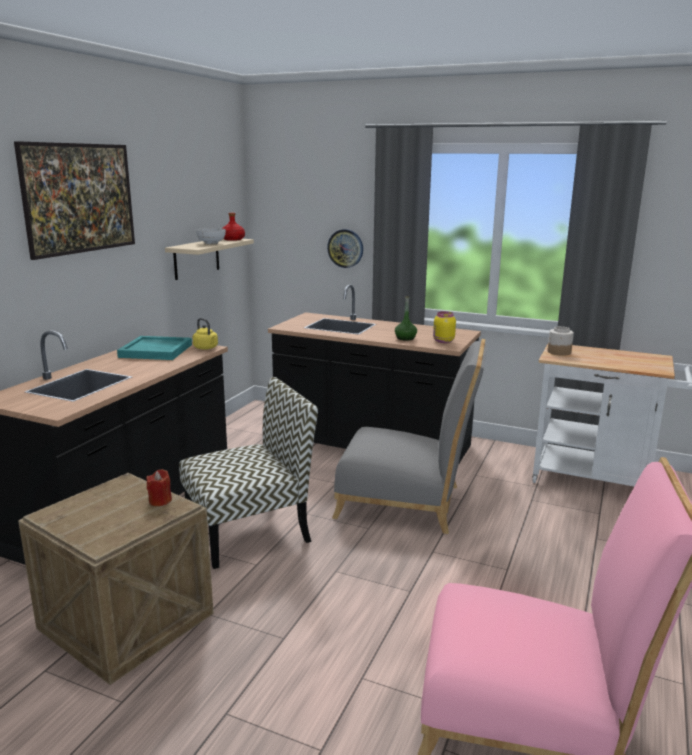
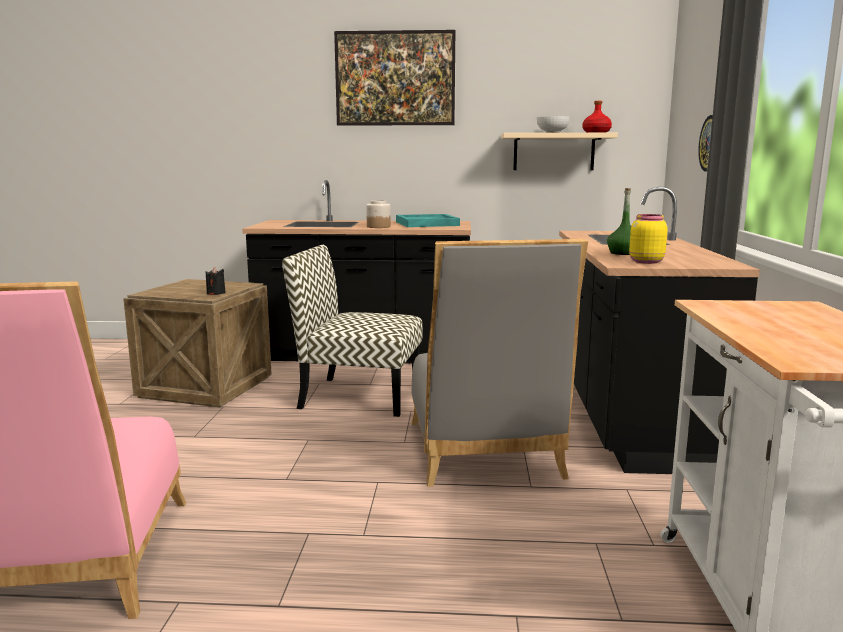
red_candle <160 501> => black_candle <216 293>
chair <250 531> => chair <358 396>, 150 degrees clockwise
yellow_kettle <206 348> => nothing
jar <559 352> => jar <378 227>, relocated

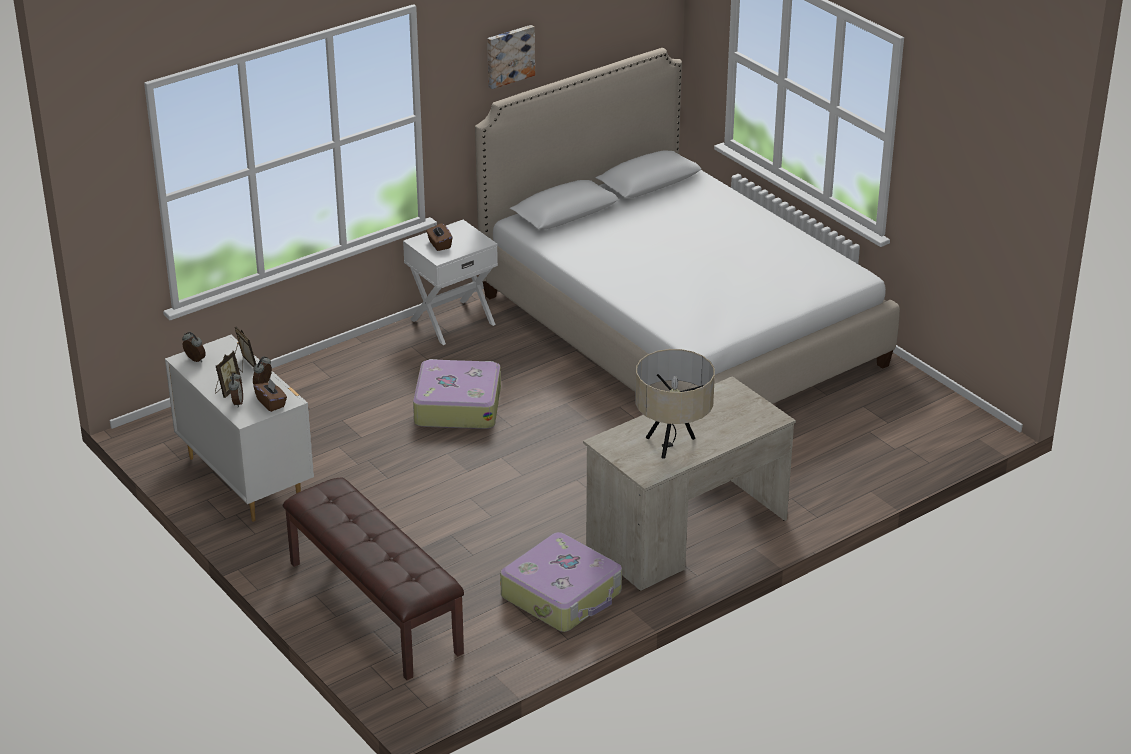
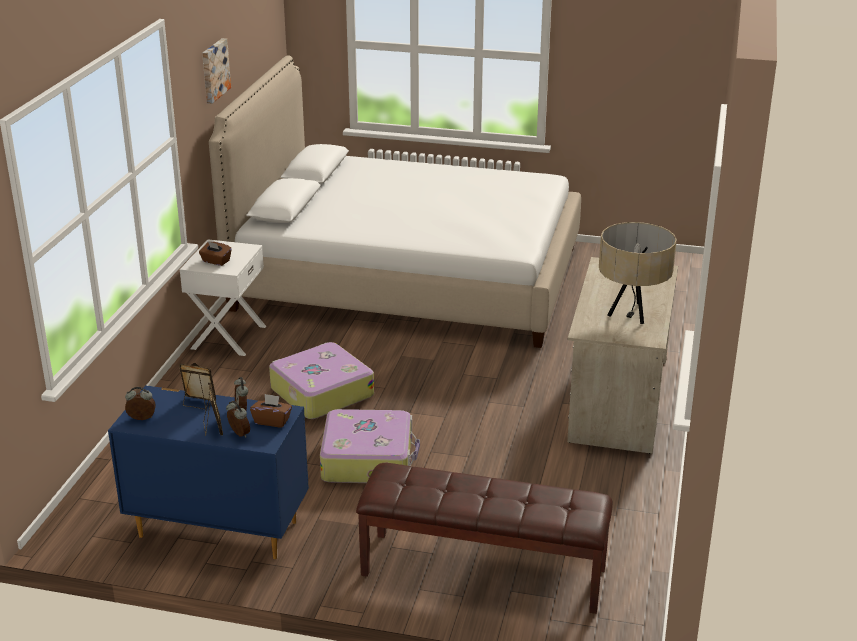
white_dresser <245 478> => blue_dresser <217 528>
suitcase <563 595> => suitcase <368 459>, relocated

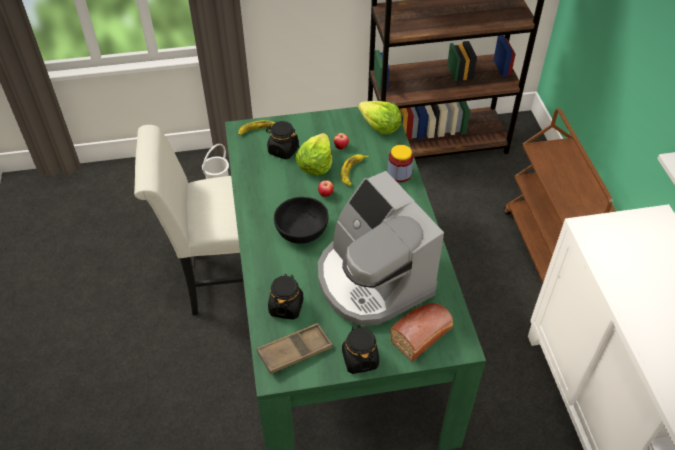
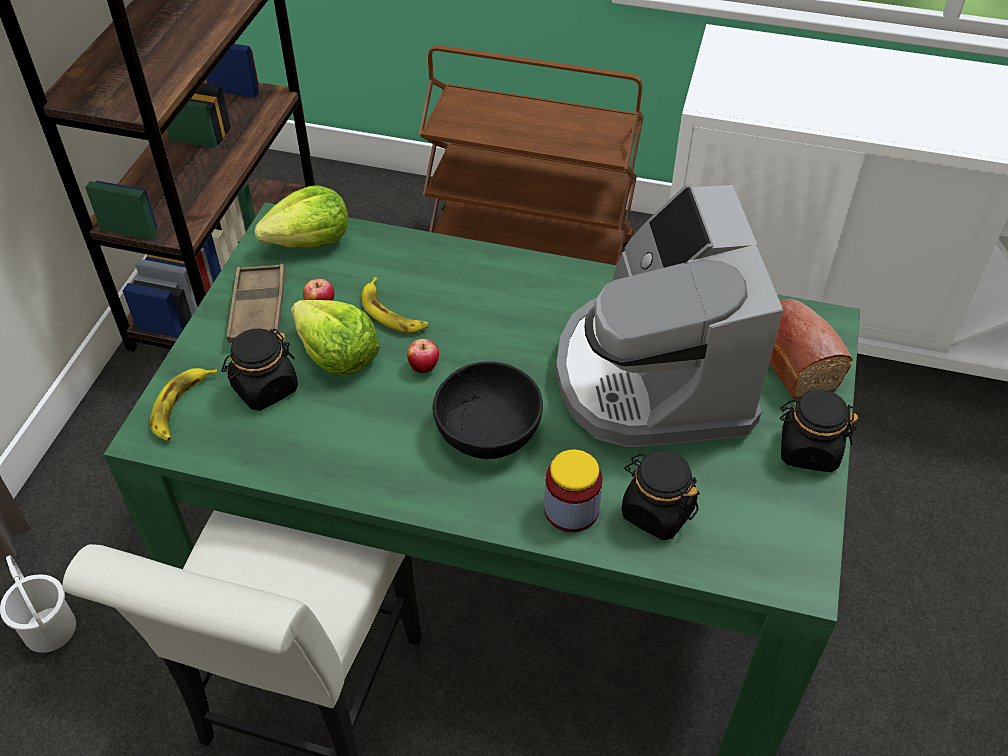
brown_tray <295 351> => brown_tray <258 309>, relocated
coffee_machine <372 280> => coffee_machine <653 376>, 90 degrees clockwise
jar <399 174> => jar <571 510>, relocated

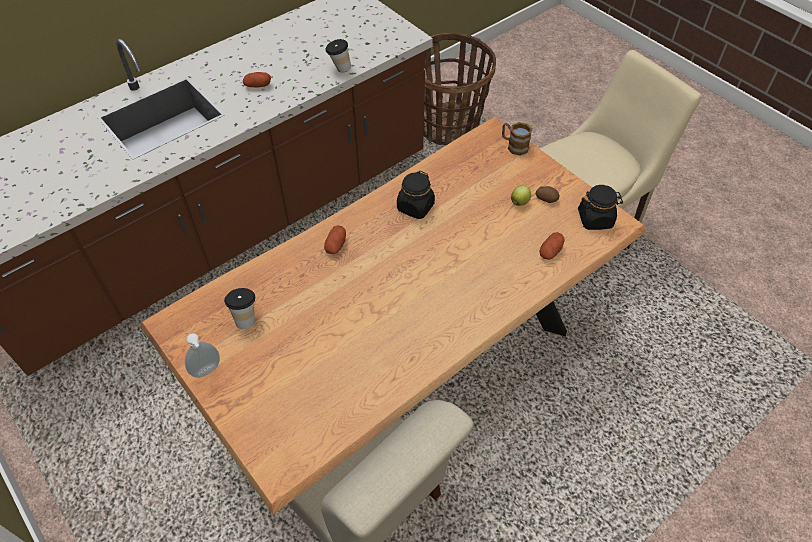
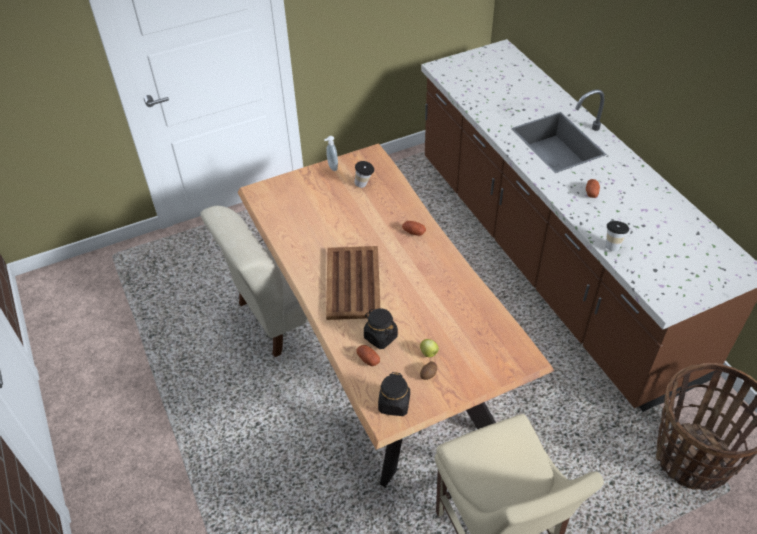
black_jar <415 207> => black_jar <380 337>, relocated
mug <514 146> => nothing
nothing => brown_tray <352 284>

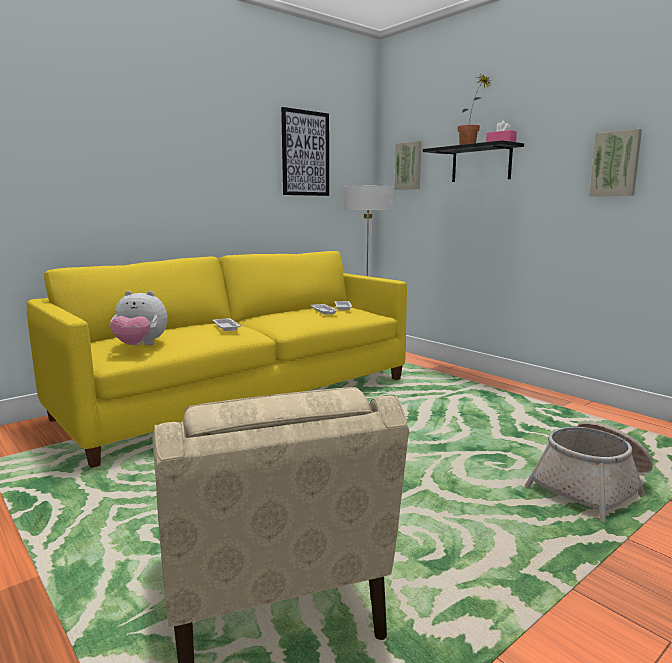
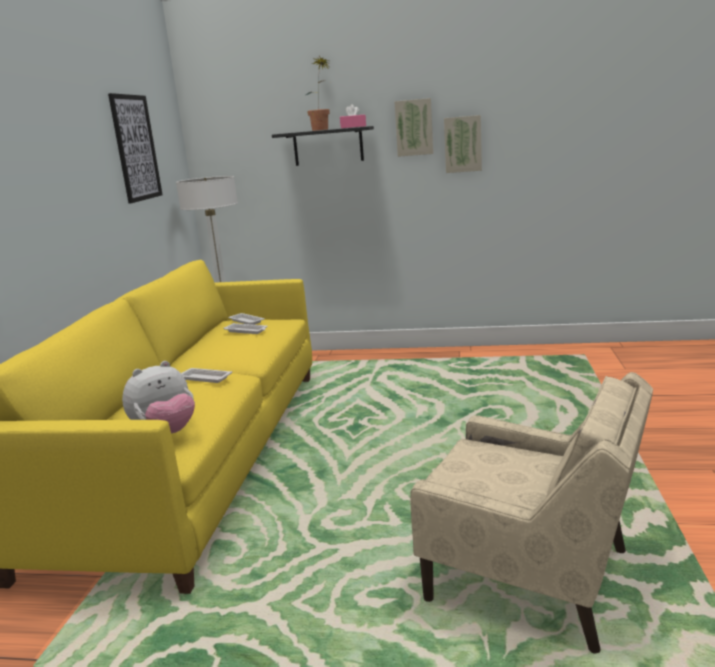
picture <409 166> => picture <414 127>, relocated
basket <592 487> => nothing

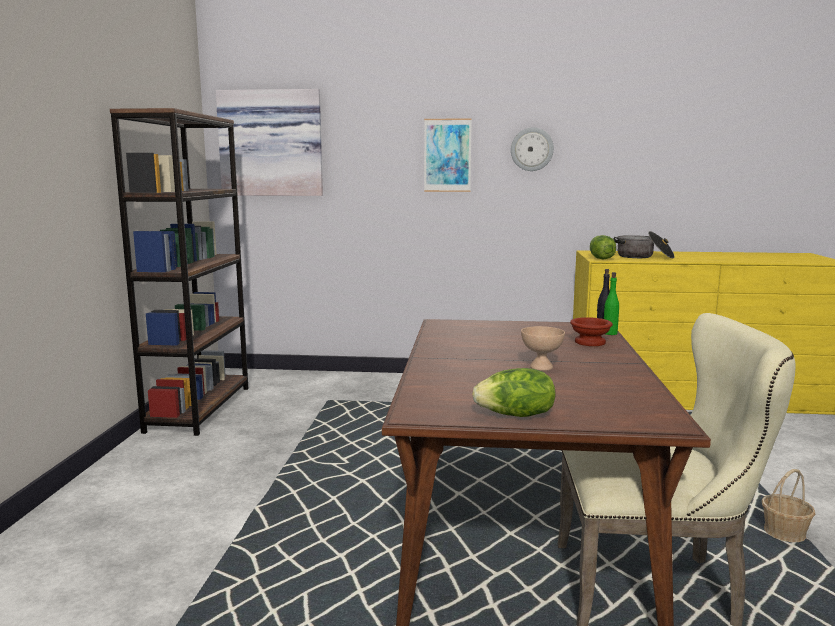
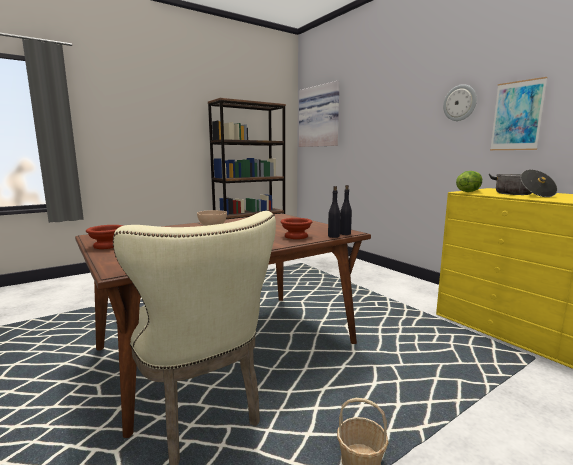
picture <447 155> => picture <517 116>, relocated
lettuce <516 415> => brown_bowl <107 246>
green_bottle <610 333> => black_bottle <334 236>

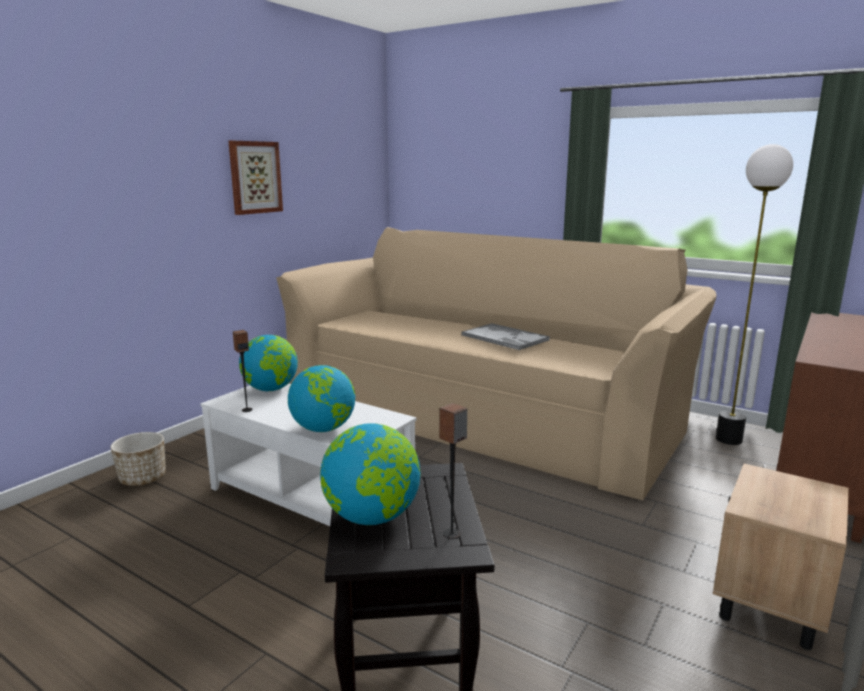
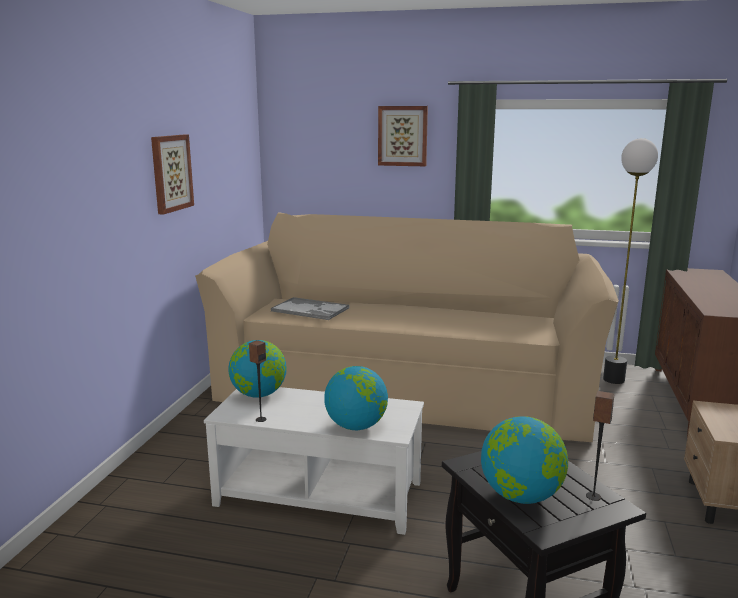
planter <143 478> => nothing
tray <505 338> => tray <311 310>, relocated
nothing => picture <402 136>

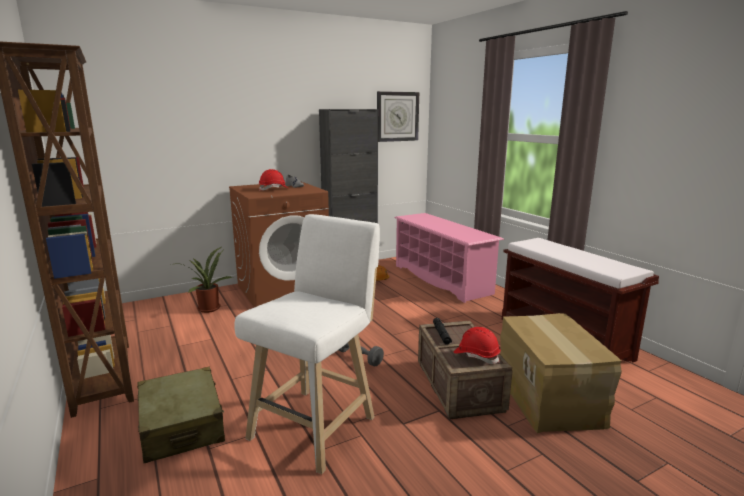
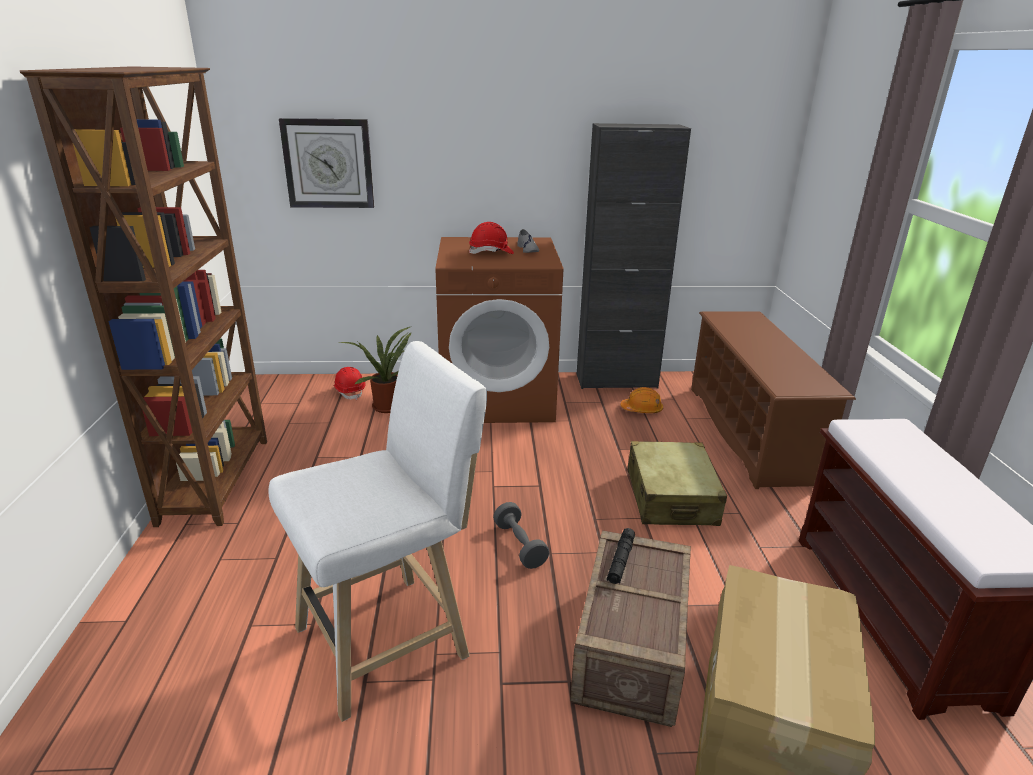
beige_suitcase <182 426> => beige_suitcase <671 497>, relocated
wall_clock <397 116> => wall_clock <328 163>, relocated
pink_shoe_rack <441 279> => brown_shoe_rack <749 432>
red_hard_hat <476 355> => red_hard_hat <350 391>, relocated

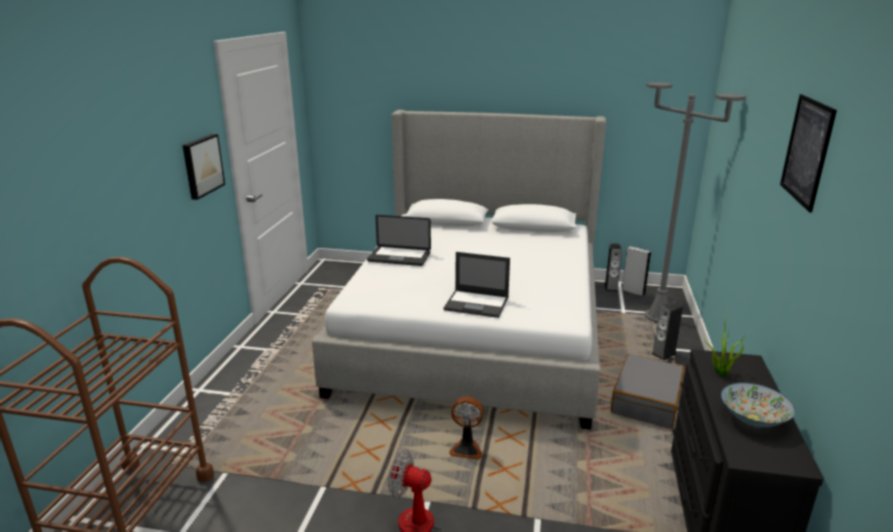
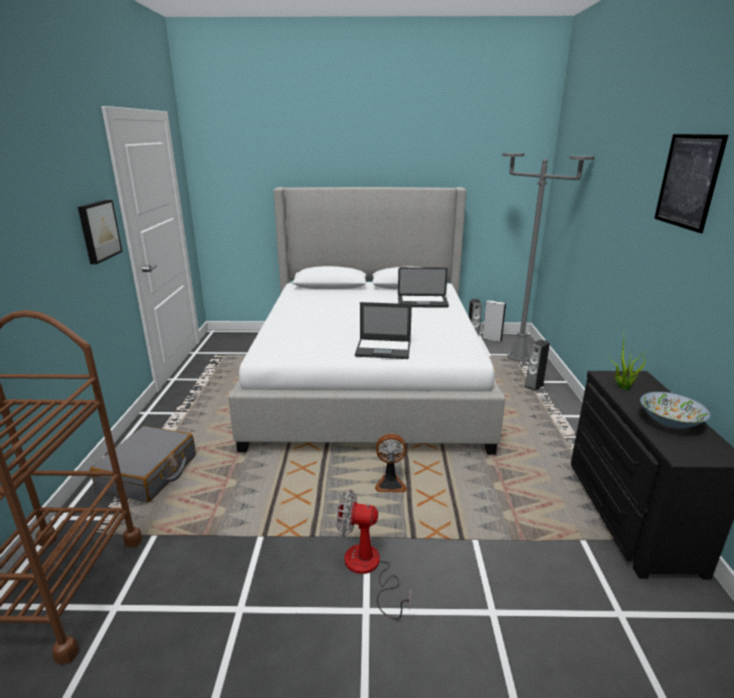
laptop <399 257> => laptop <422 302>, relocated
grey_suitcase <647 401> => grey_suitcase <149 473>, relocated

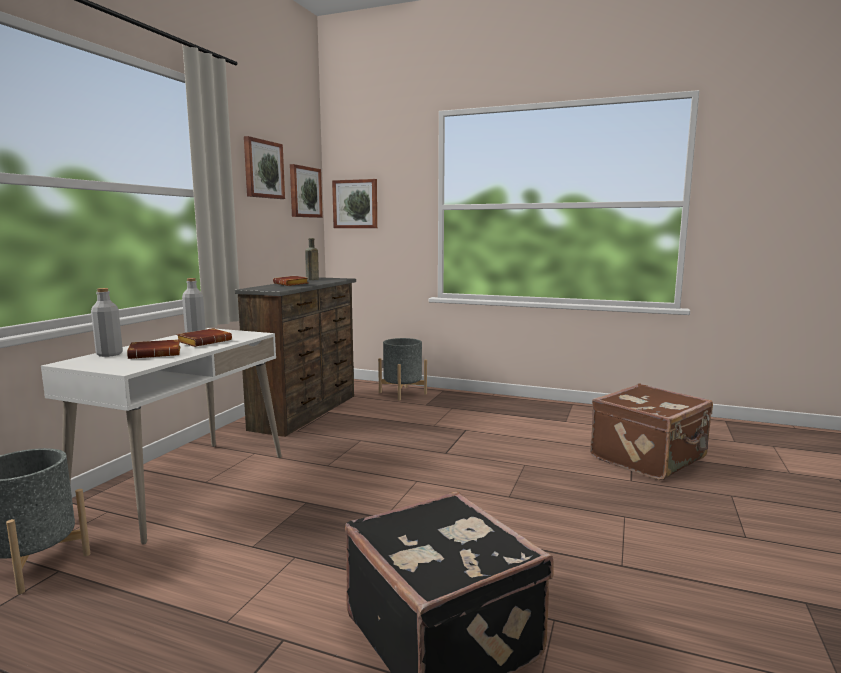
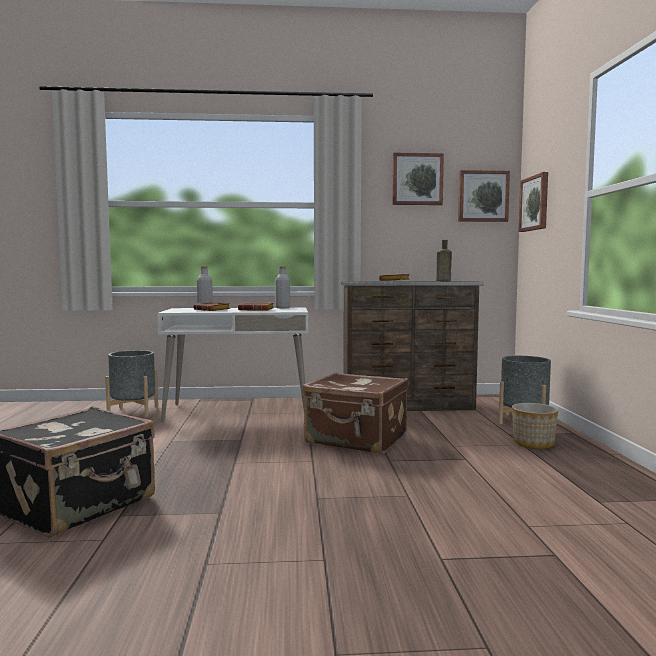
brown_suitcase <650 458> => brown_suitcase <356 440>, relocated
nothing => planter <533 443>

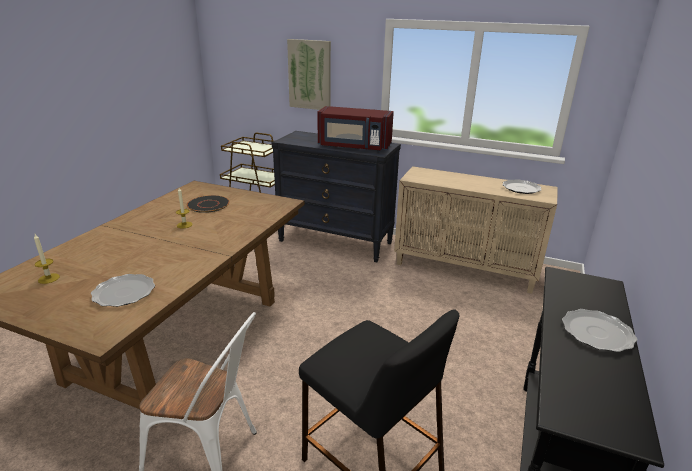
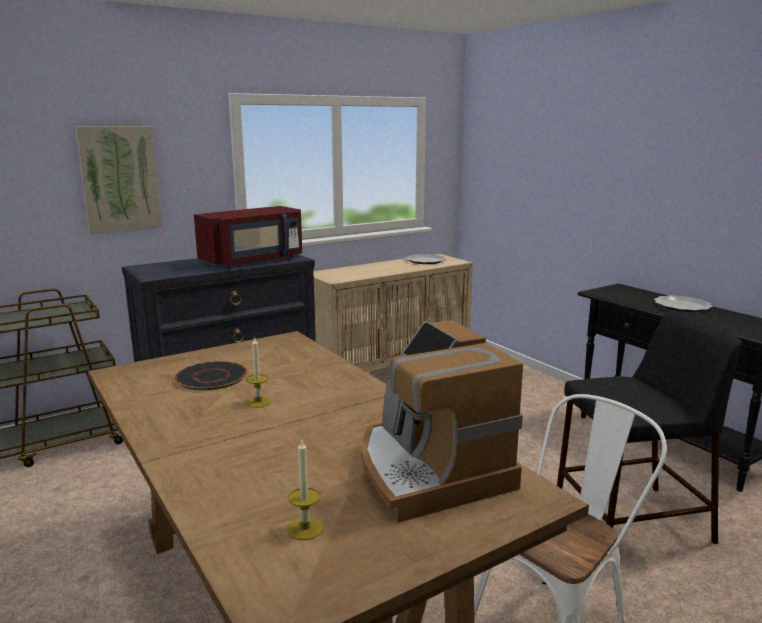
plate <124 293> => coffee_machine <429 470>

